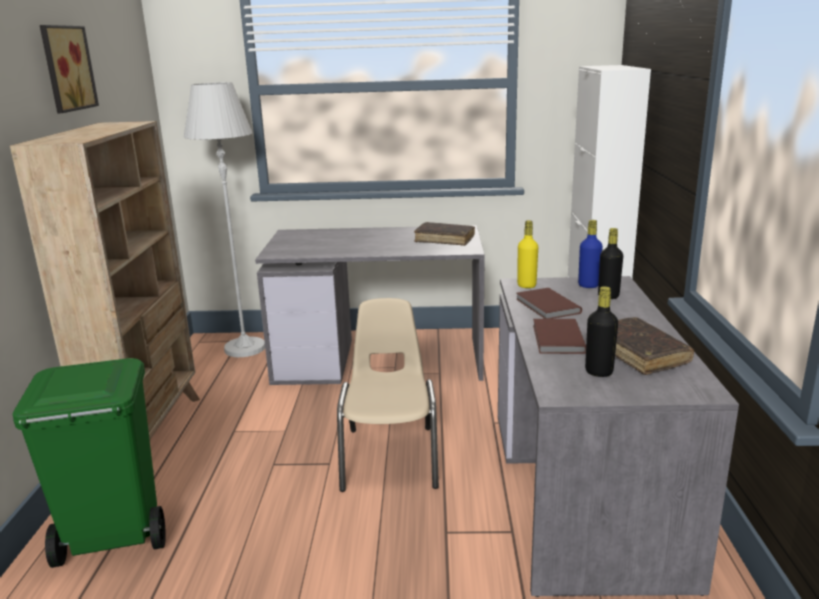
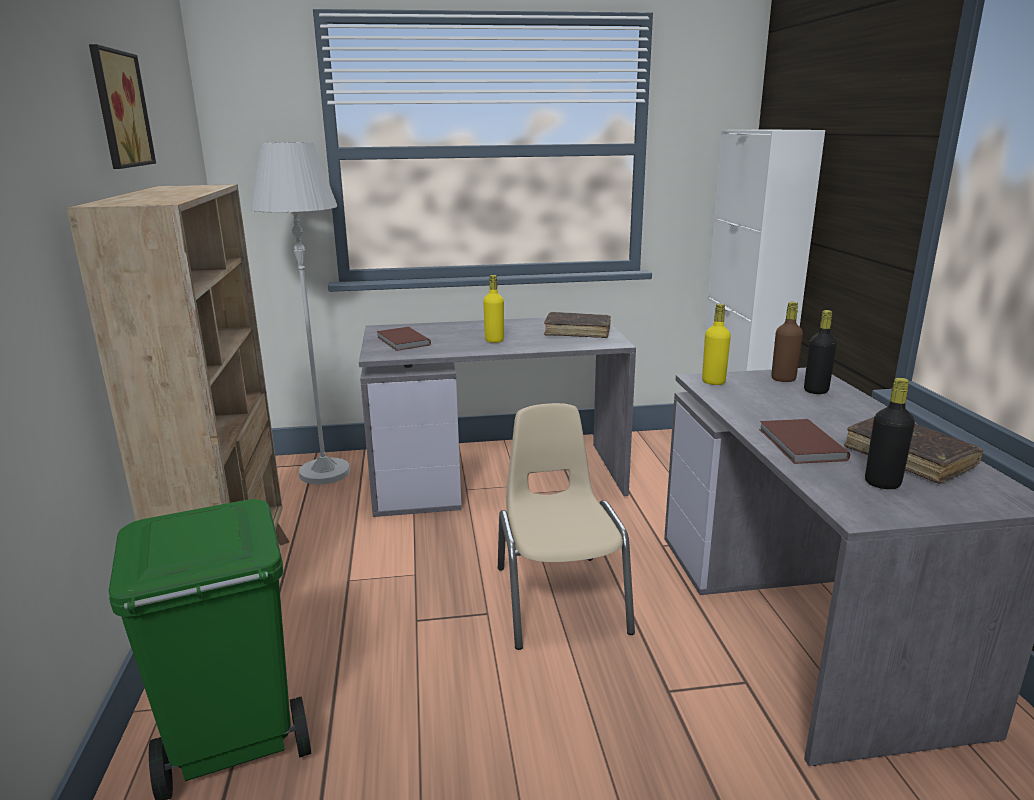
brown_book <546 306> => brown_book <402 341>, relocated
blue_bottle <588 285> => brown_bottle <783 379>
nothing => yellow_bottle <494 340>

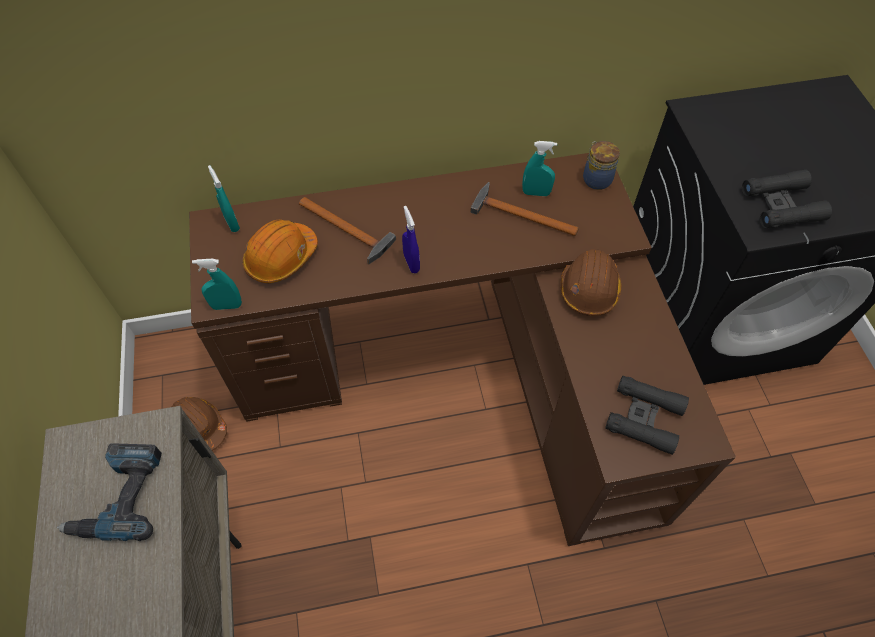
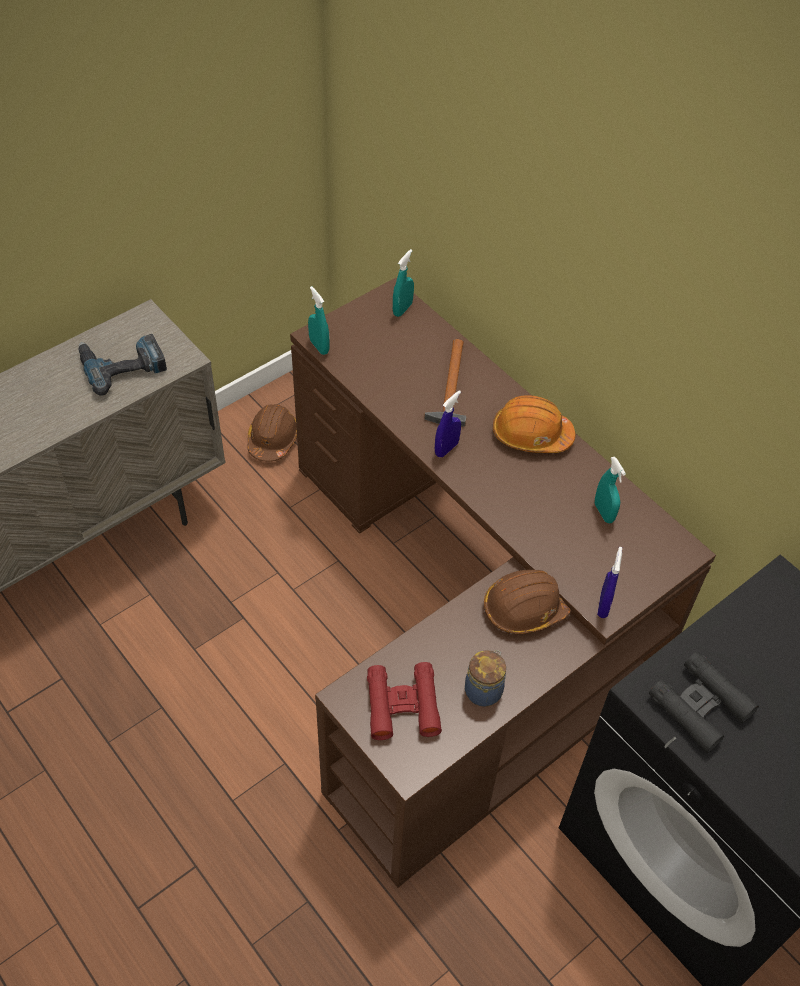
orange_hard_hat <281 258> => orange_hard_hat <531 435>, relocated
hammer <520 214> => nothing
jar <596 179> => jar <484 689>, relocated
black_binoculars <644 417> => red_binoculars <402 705>
nothing => blue_spray_bottle <603 605>

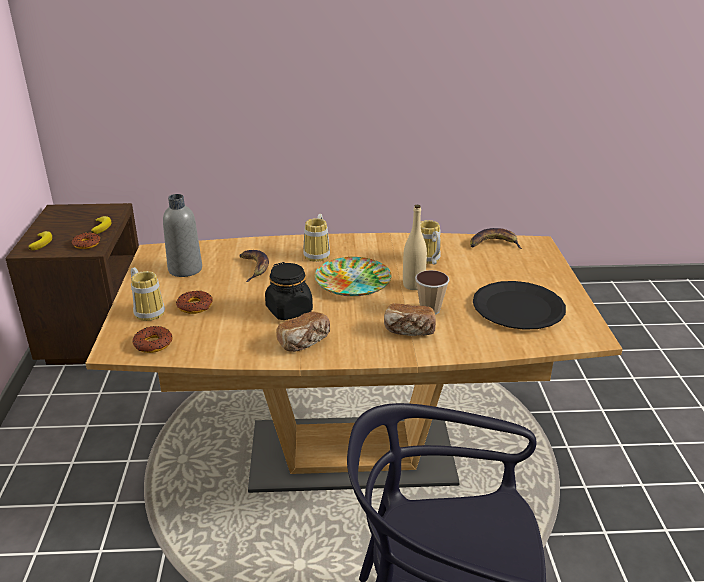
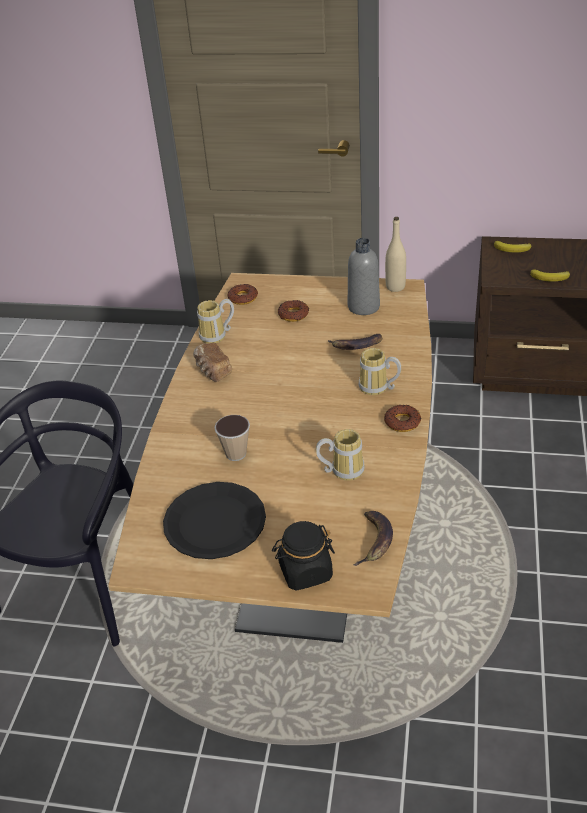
donut <86 244> => donut <402 422>, relocated
mug <149 311> => mug <217 336>, relocated
black_jar <289 310> => black_jar <305 572>, relocated
plate <353 281> => nothing
bread <409 331> => nothing
beige_bottle <413 285> => beige_bottle <395 287>, relocated

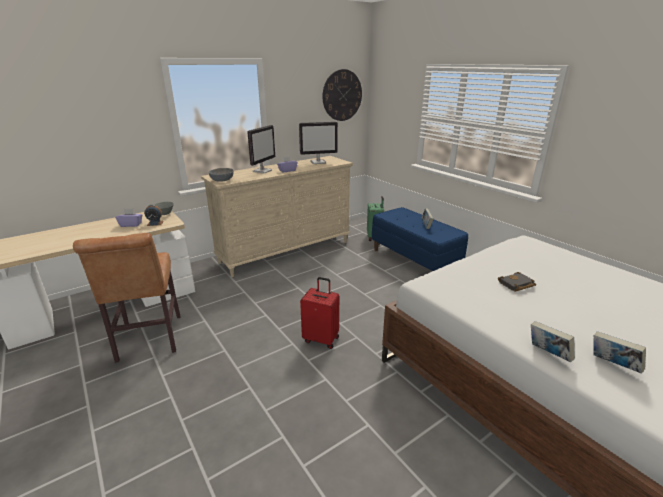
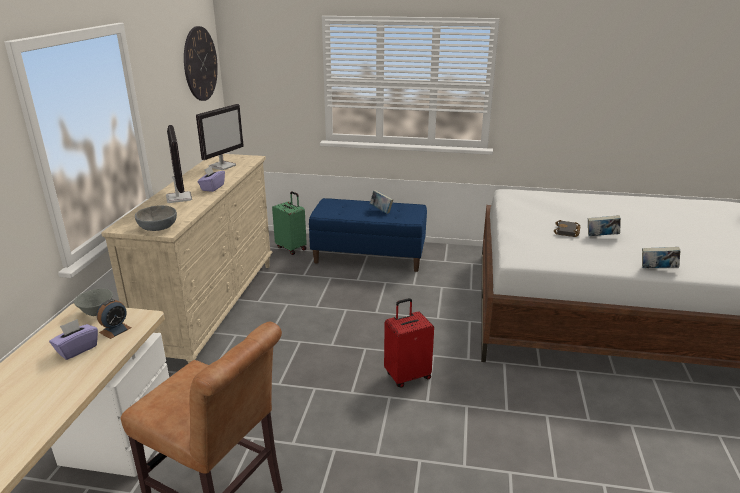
book <612 365> => book <601 237>, relocated

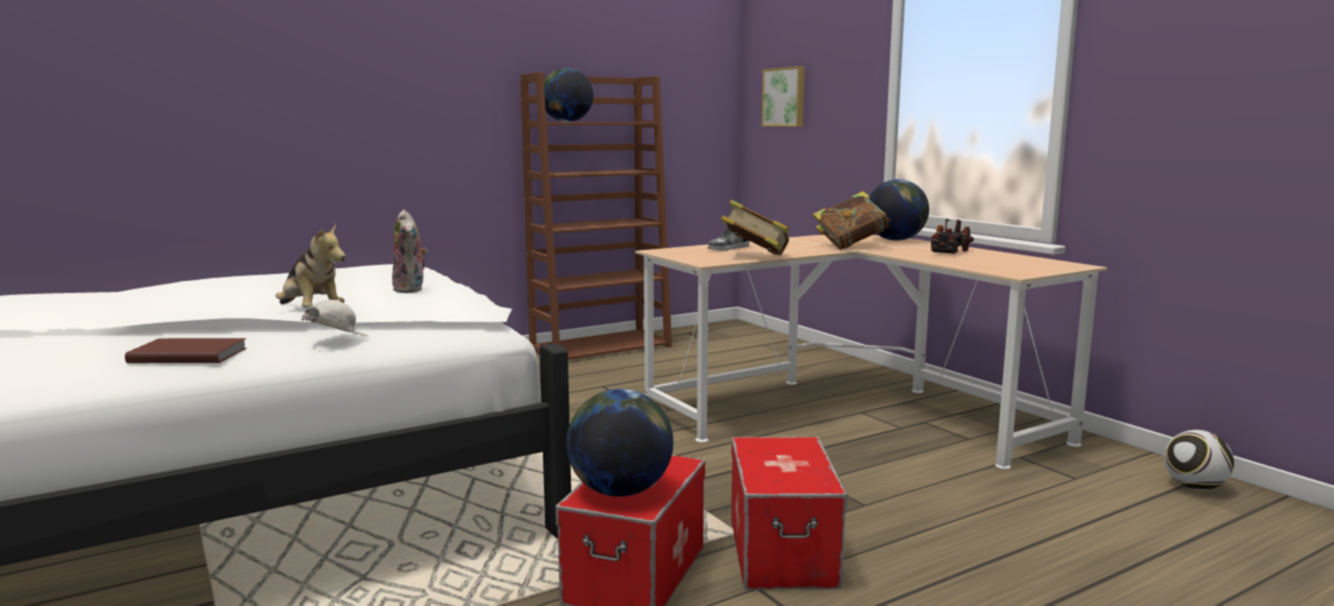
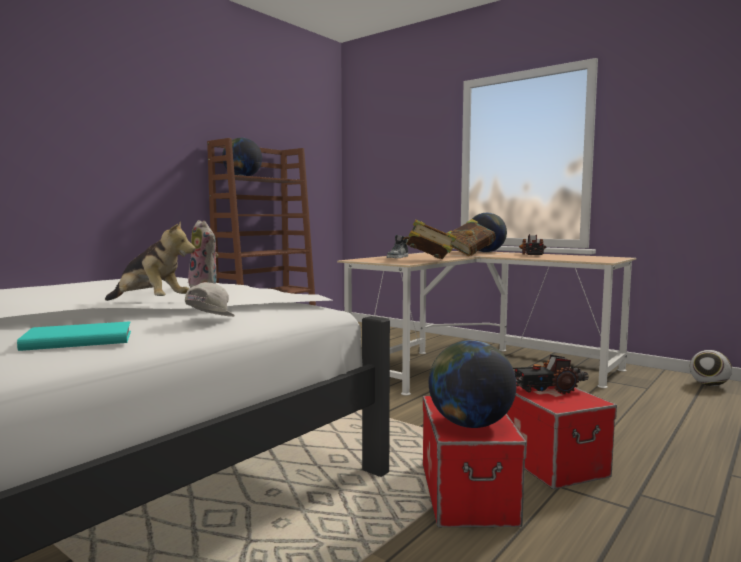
brown_book <188 355> => turquoise_book <77 340>
picture <785 97> => nothing
nothing => toy_truck <546 389>

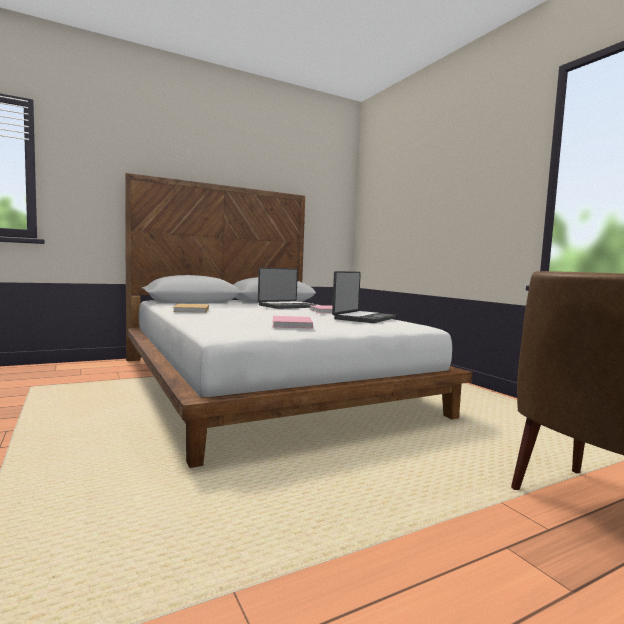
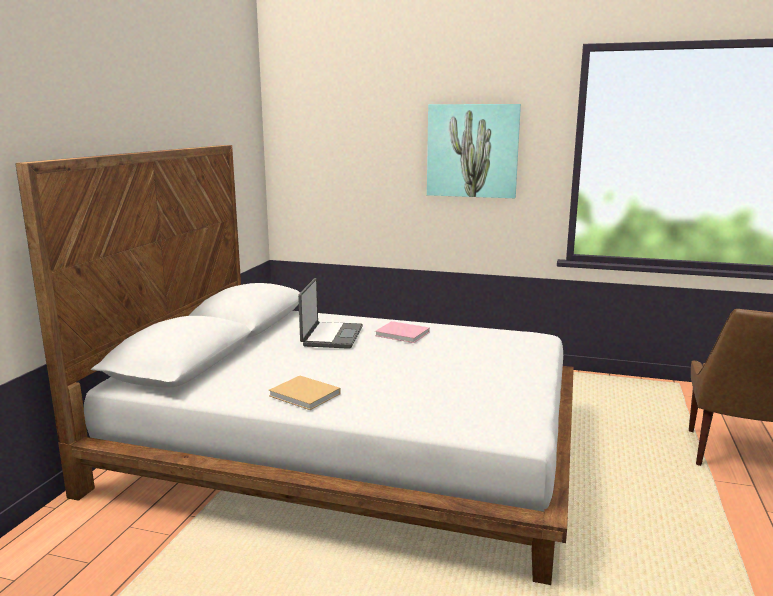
pink_book <292 324> => nothing
laptop <363 318> => nothing
nothing => picture <472 151>

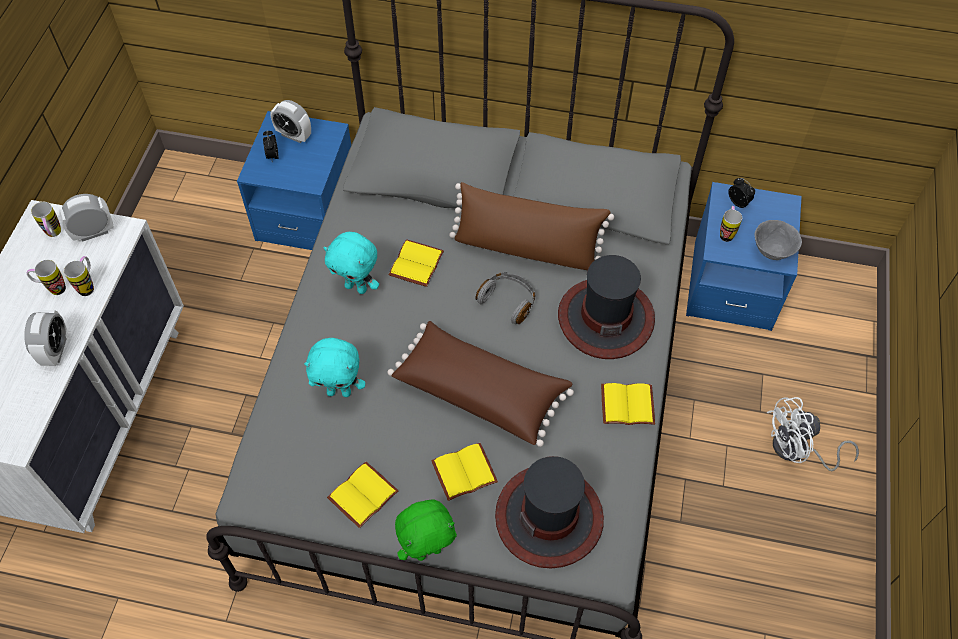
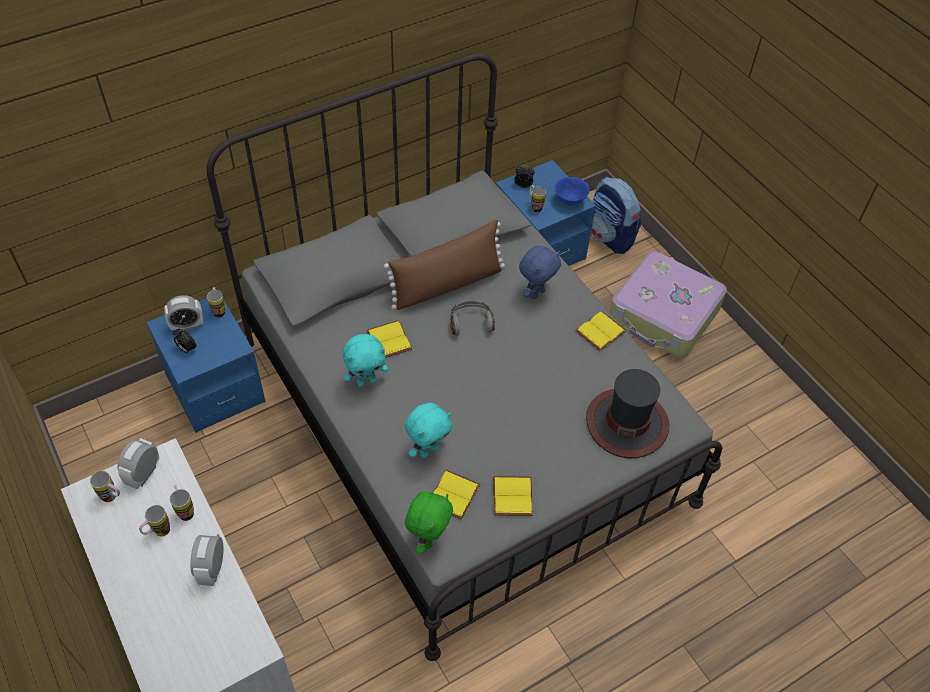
alarm_clock <56 350> => alarm_clock <212 568>, 135 degrees counterclockwise
brown_pillow <481 391> => nothing
green_plush_toy <428 550> => green_plush_toy <428 538>, relocated
yellow_book <464 474> => yellow_book <454 496>, relocated
hat <605 318> => blue_plush_toy <536 293>
grey_bowl <772 252> => blue_bowl <570 201>
white_fan <797 450> => suitcase <664 315>
nothing => mug <218 310>
nothing => backpack <610 237>

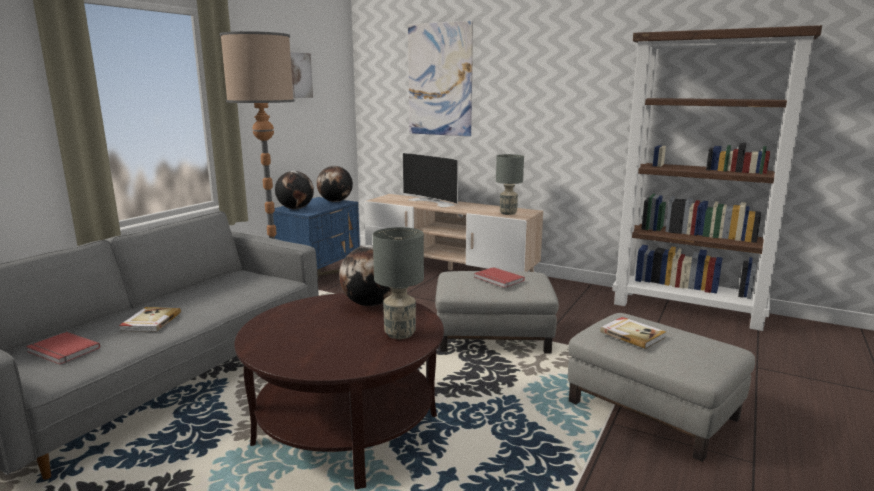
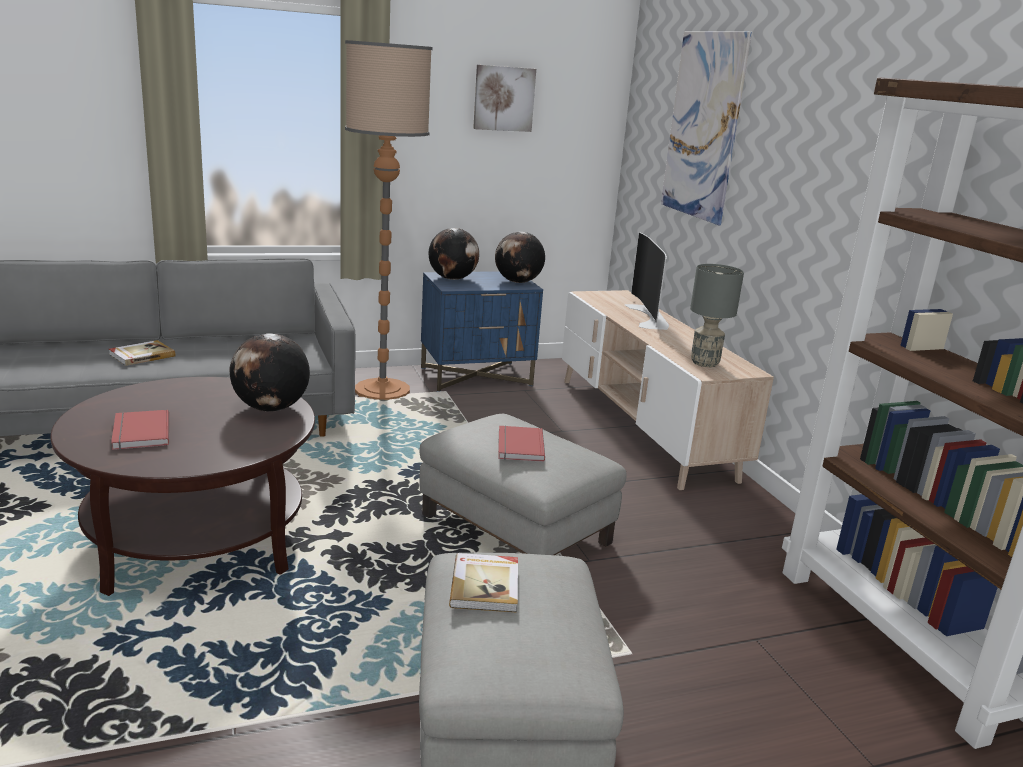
red_book <62 351> => red_book <139 433>, relocated
grey_table_lamp <399 334> => nothing

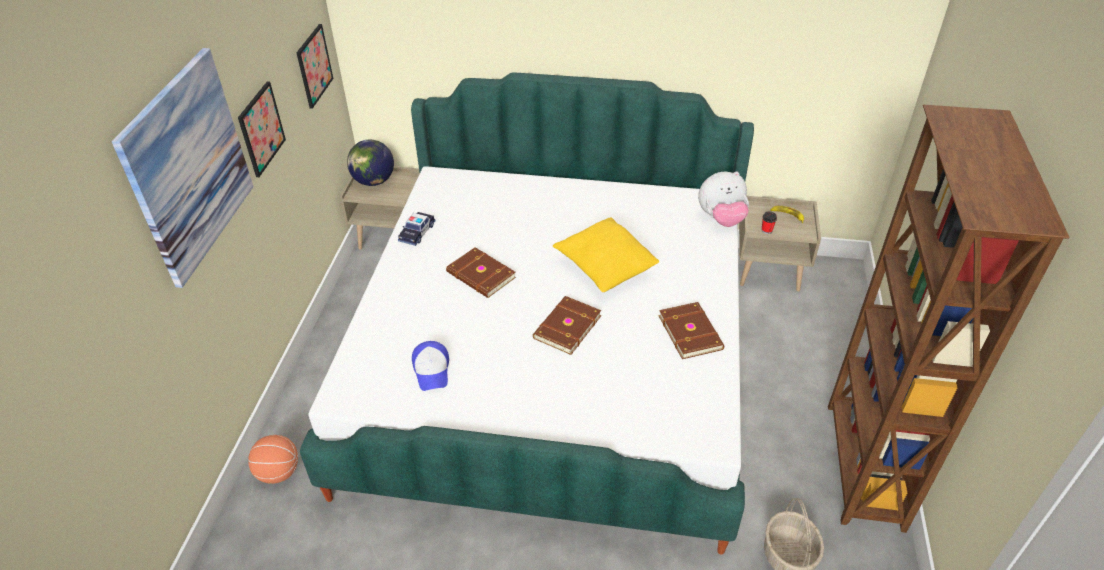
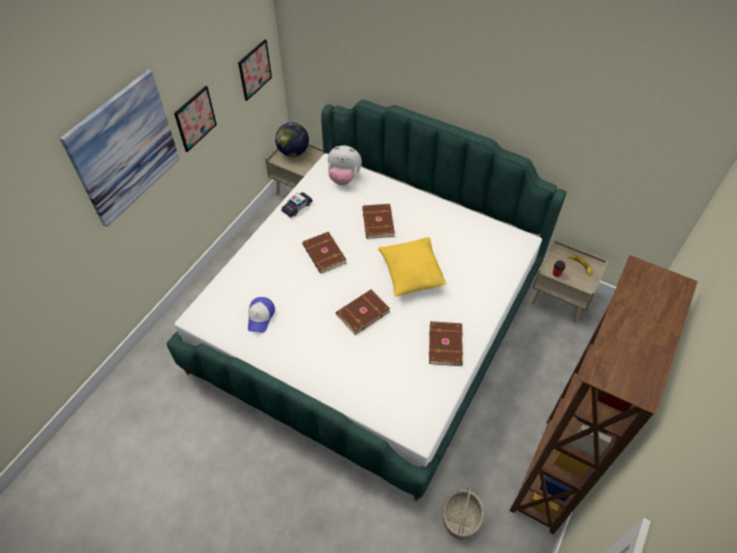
basketball <279 472> => nothing
plush_toy <721 219> => plush_toy <344 178>, relocated
nothing => brown_book <377 223>

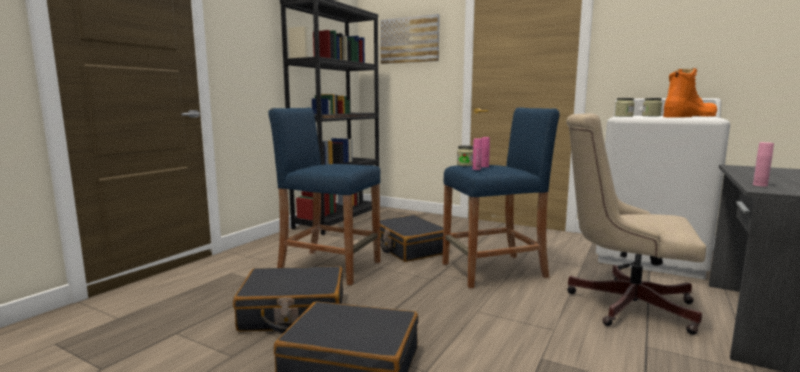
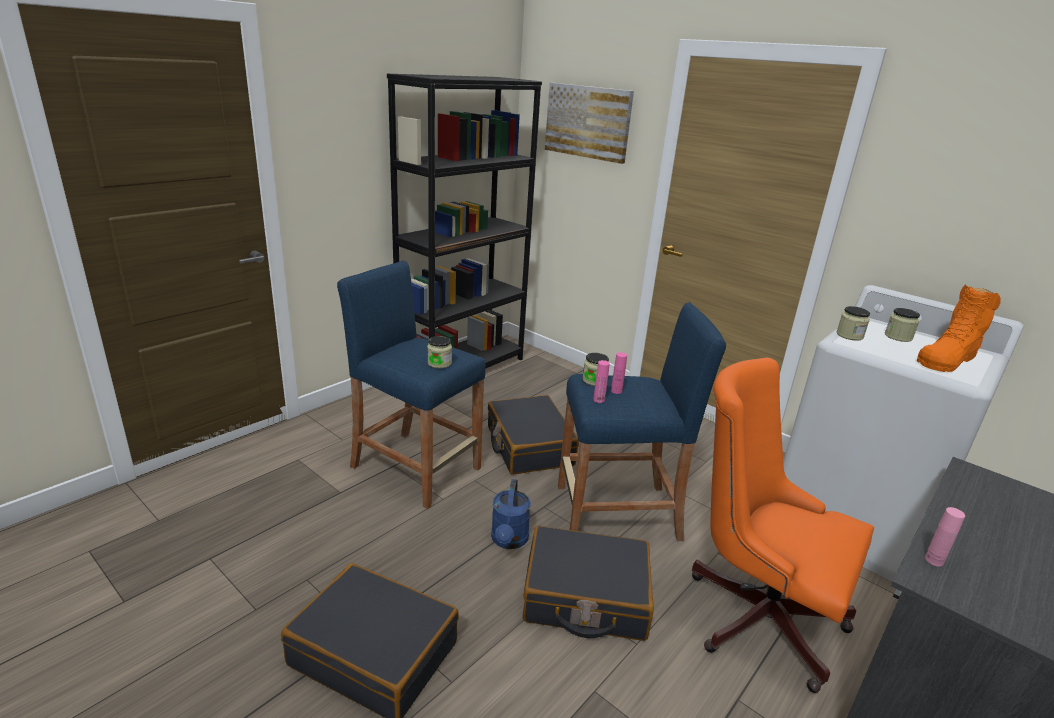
black_suitcase <293 313> => black_suitcase <585 597>, relocated
beige_office_chair <622 303> => orange_office_chair <754 612>
orange_boot <689 117> => orange_boot <947 359>, 150 degrees clockwise
nothing => jar <439 363>
nothing => blue_watering_can <509 541>

